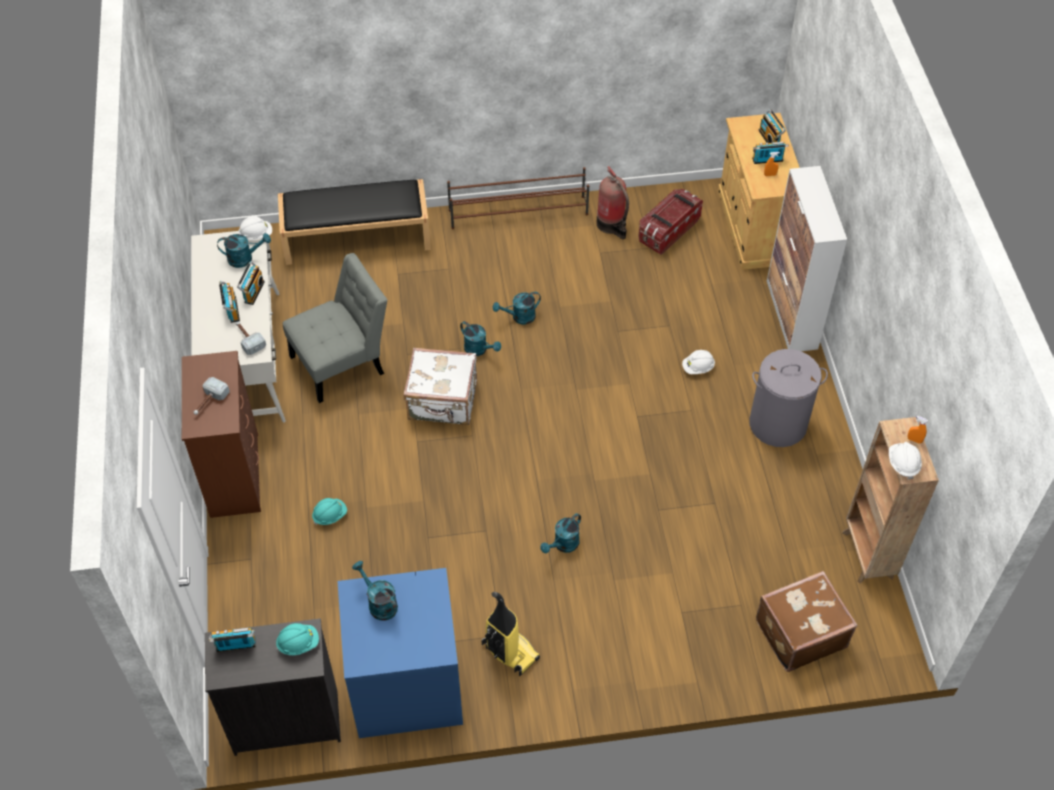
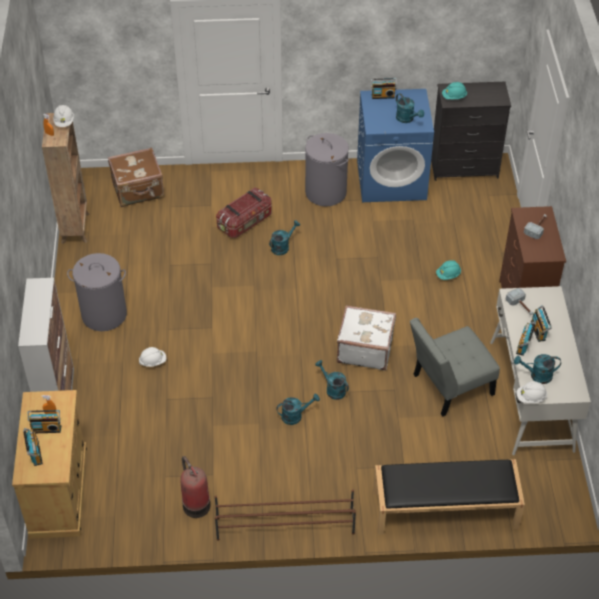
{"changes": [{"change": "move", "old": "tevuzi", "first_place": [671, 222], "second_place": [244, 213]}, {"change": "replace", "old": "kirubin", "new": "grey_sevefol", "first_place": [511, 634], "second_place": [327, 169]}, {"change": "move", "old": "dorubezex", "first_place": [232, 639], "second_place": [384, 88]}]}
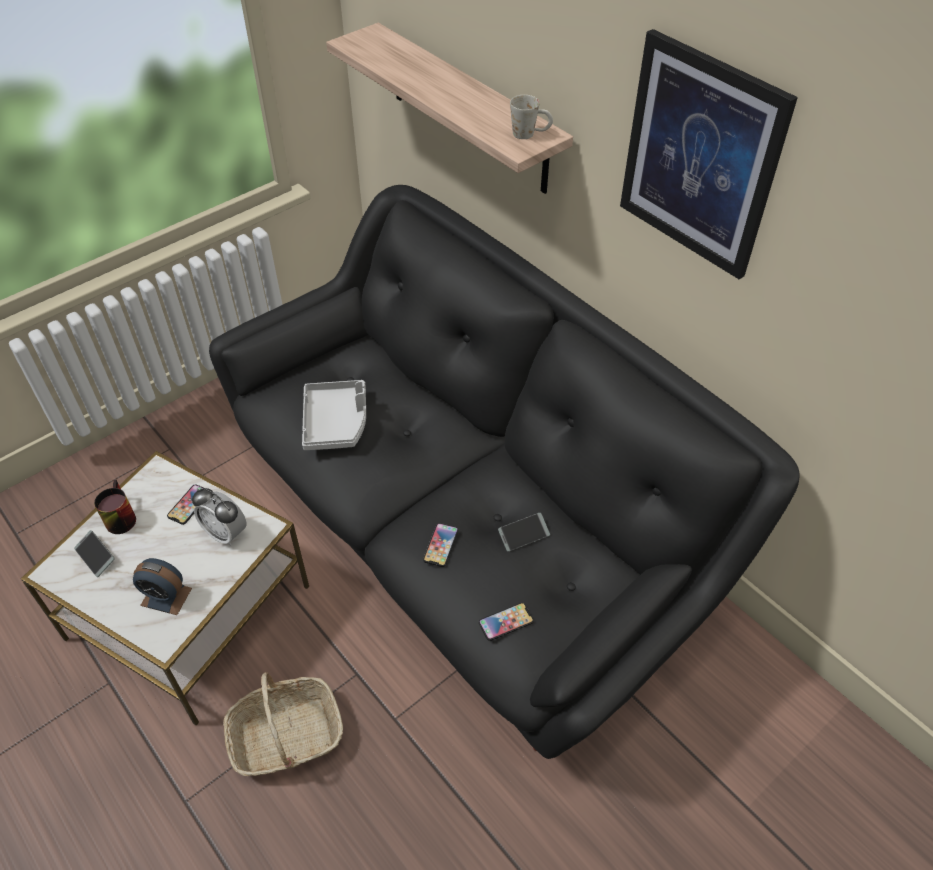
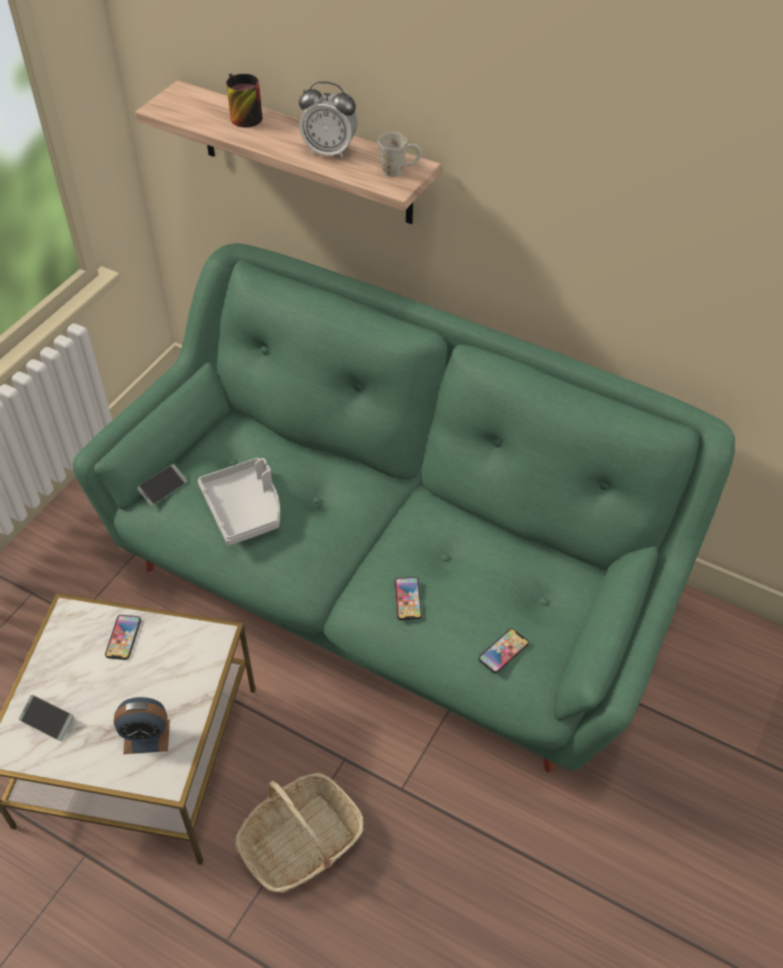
{"changes": [{"change": "delete", "old": "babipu", "first_place": [709, 154]}, {"change": "recolor", "old": "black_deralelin", "new": "green_deralelin", "first_place": [504, 472], "second_place": [404, 507]}, {"change": "move", "old": "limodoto", "first_place": [115, 507], "second_place": [244, 100]}, {"change": "move", "old": "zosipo", "first_place": [219, 517], "second_place": [328, 120]}, {"change": "move", "old": "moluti", "first_place": [524, 532], "second_place": [162, 485]}]}
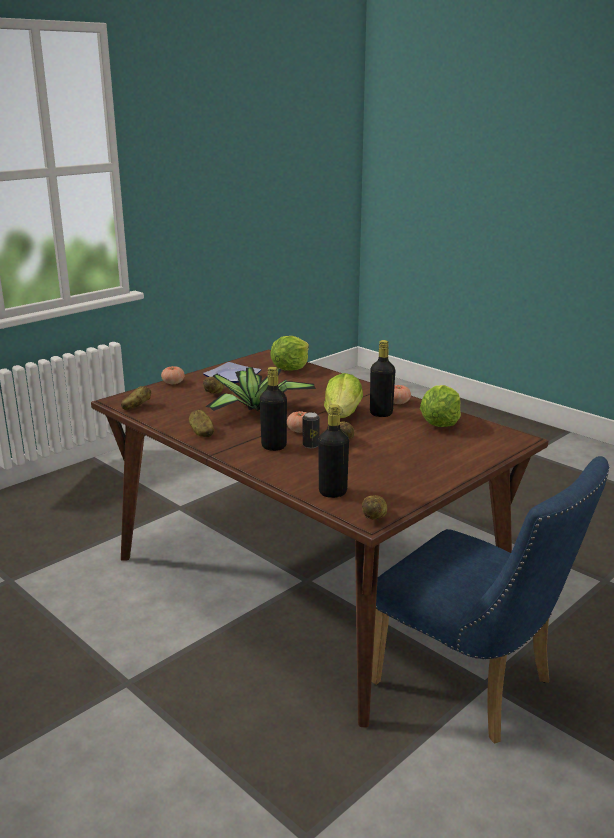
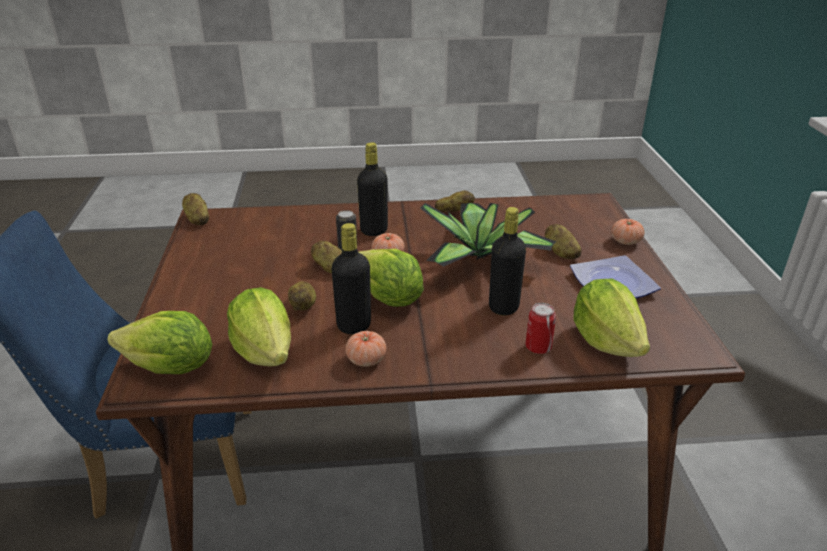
{"changes": [{"change": "move", "old": "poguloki", "first_place": [136, 398], "second_place": [302, 296]}, {"change": "move", "old": "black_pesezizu", "first_place": [333, 451], "second_place": [507, 261]}, {"change": "insert", "new": "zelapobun", "second_place": [541, 328]}, {"change": "insert", "new": "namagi", "second_place": [159, 342]}]}
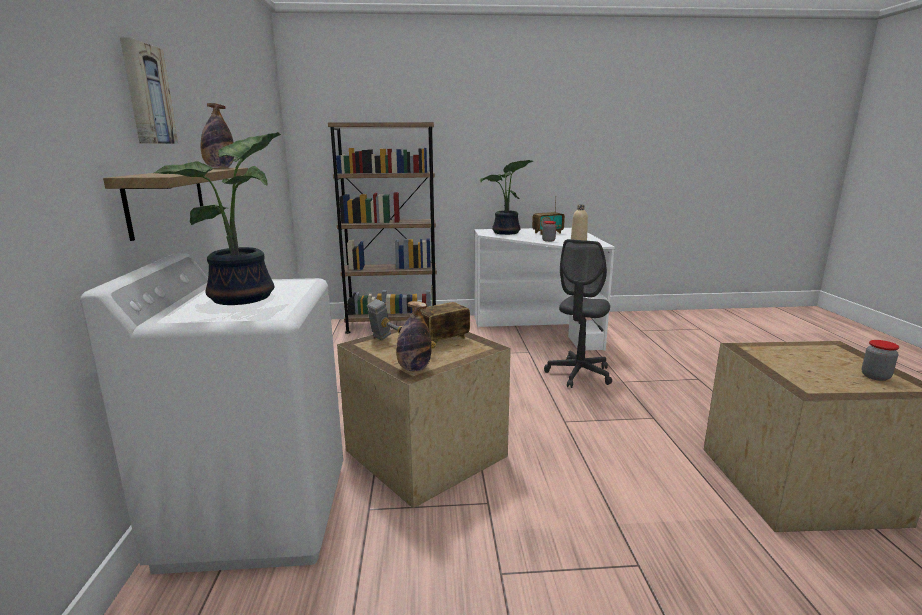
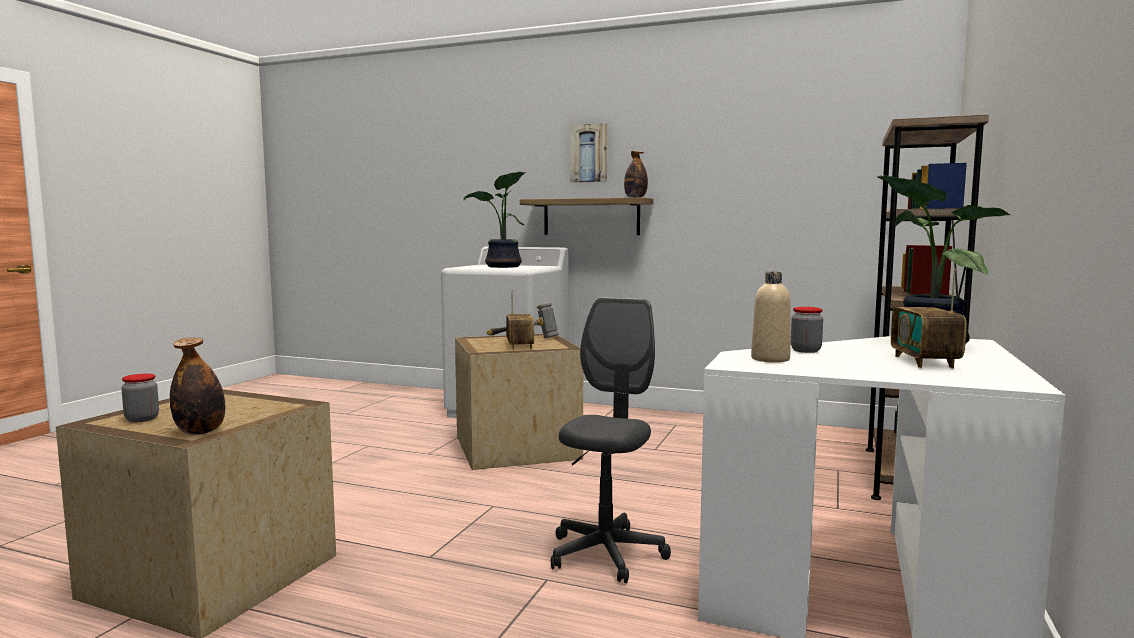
{"changes": [{"change": "rotate", "old": "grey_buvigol", "first_place": [578, 313], "second_place": [611, 440], "degrees": 60}, {"change": "move", "old": "pesezizu", "first_place": [414, 336], "second_place": [197, 386]}]}
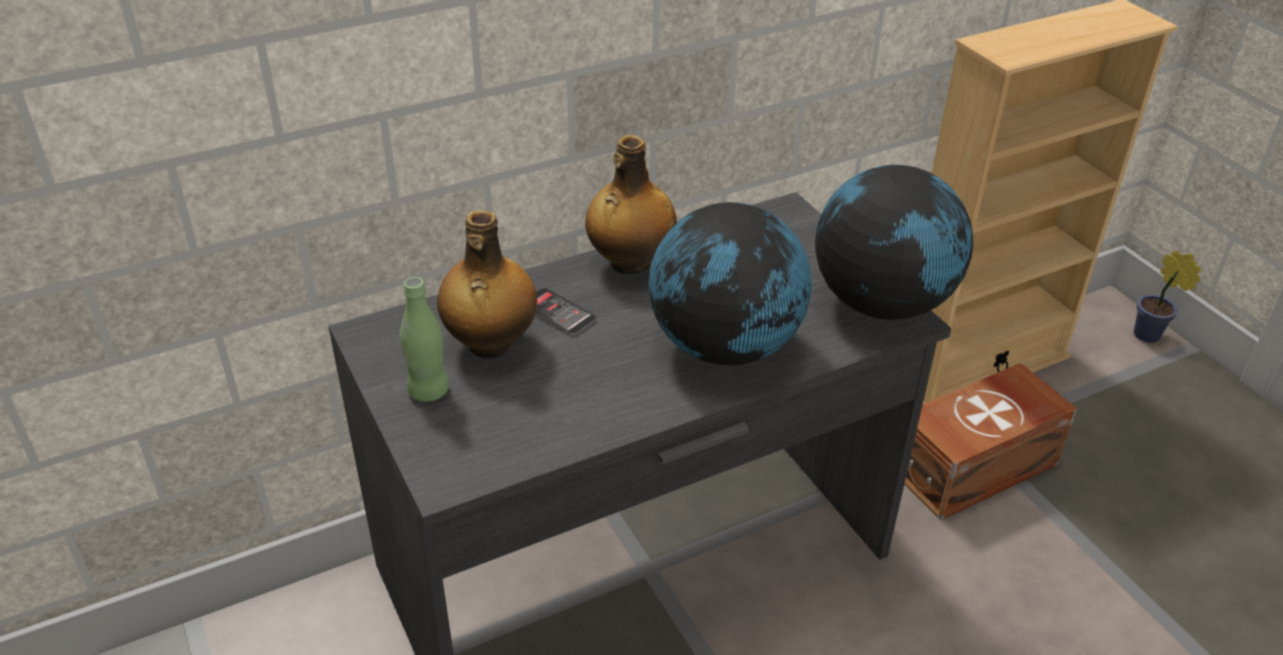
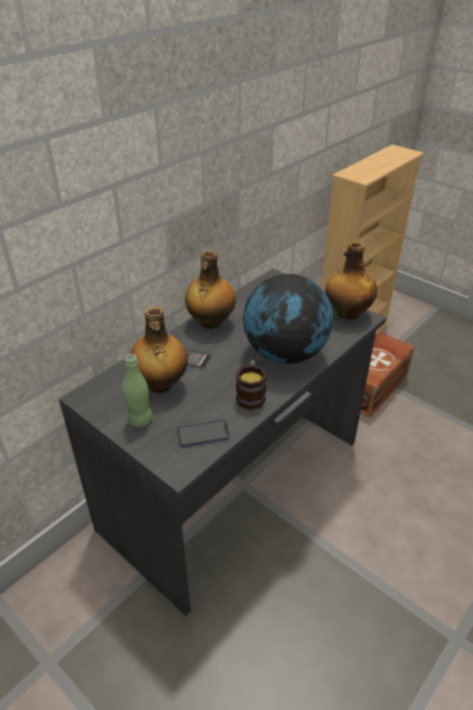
{"changes": [{"change": "replace", "old": "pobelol", "new": "pesezizu", "first_place": [894, 242], "second_place": [351, 280]}, {"change": "delete", "old": "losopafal", "first_place": [1168, 297]}, {"change": "insert", "new": "limodoto", "second_place": [251, 385]}, {"change": "insert", "new": "moluti", "second_place": [203, 433]}]}
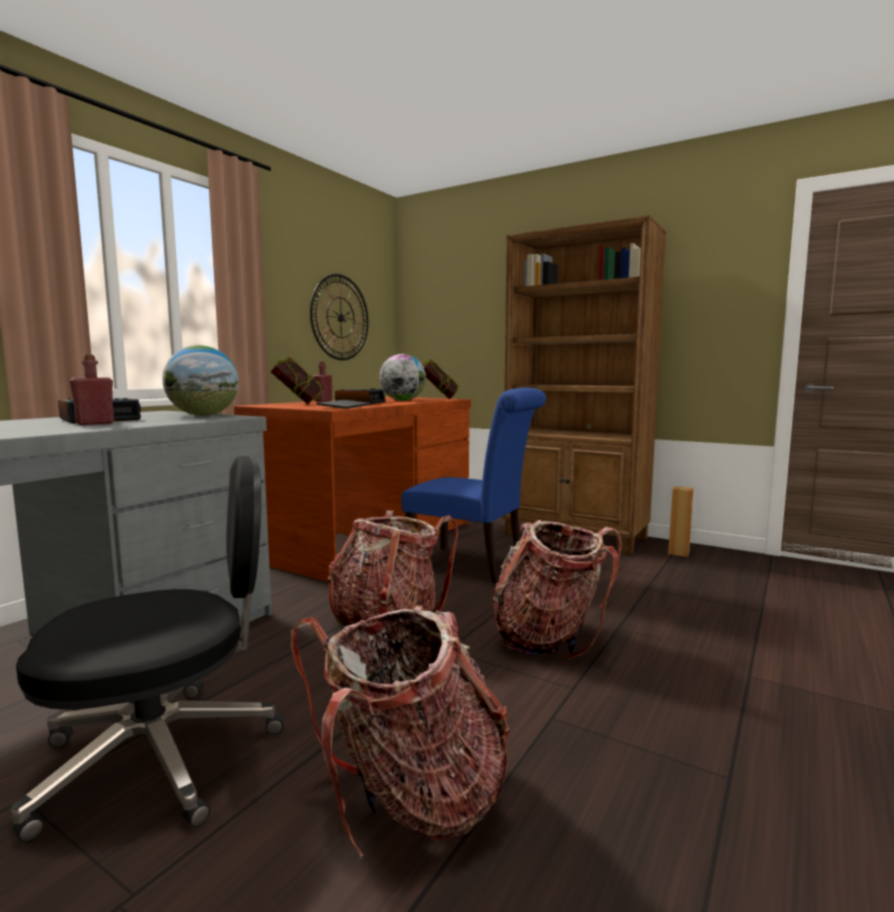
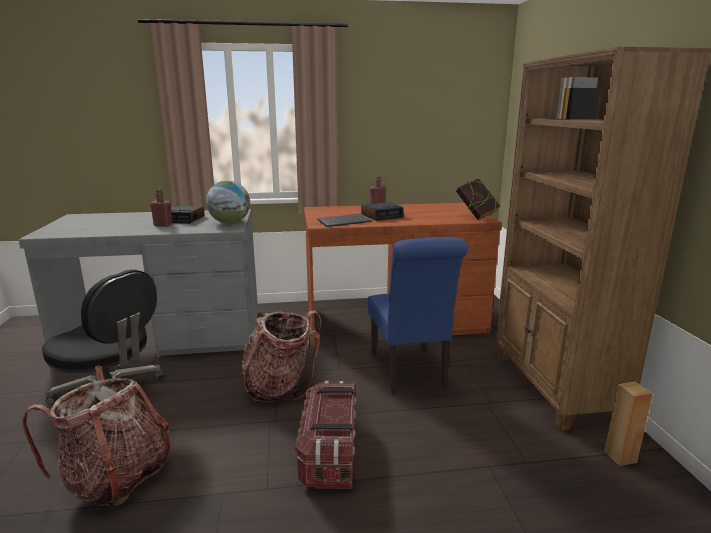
{"changes": [{"change": "delete", "old": "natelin", "first_place": [339, 317]}, {"change": "delete", "old": "pobelol", "first_place": [402, 377]}, {"change": "delete", "old": "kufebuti", "first_place": [297, 380]}, {"change": "replace", "old": "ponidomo", "new": "tevuzi", "first_place": [557, 589], "second_place": [325, 435]}]}
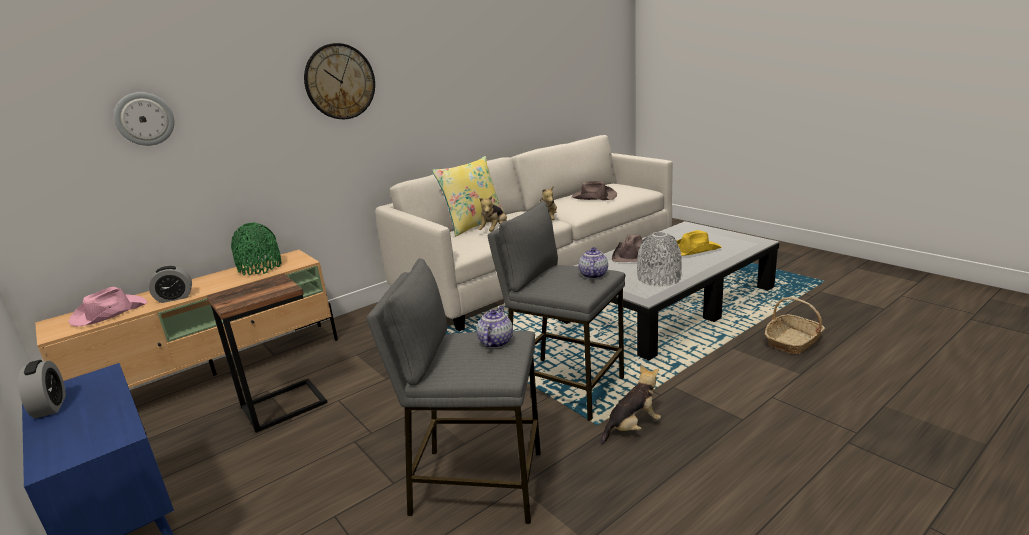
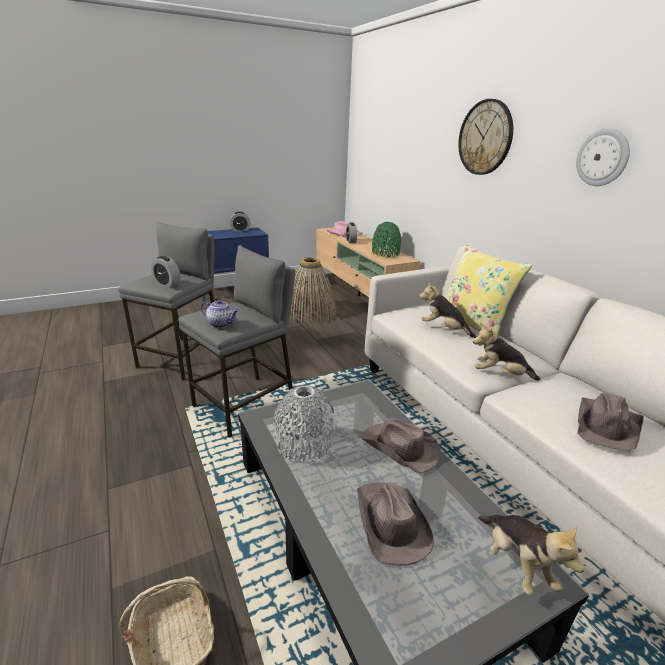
{"changes": [{"change": "move", "old": "natelin", "first_place": [144, 119], "second_place": [603, 157]}, {"change": "recolor", "old": "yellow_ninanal", "new": "brown_ninanal", "first_place": [699, 243], "second_place": [395, 524]}, {"change": "replace", "old": "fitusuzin", "new": "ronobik", "first_place": [267, 353], "second_place": [313, 290]}, {"change": "replace", "old": "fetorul", "new": "zosipo", "first_place": [494, 327], "second_place": [166, 272]}, {"change": "move", "old": "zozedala", "first_place": [631, 405], "second_place": [531, 555]}]}
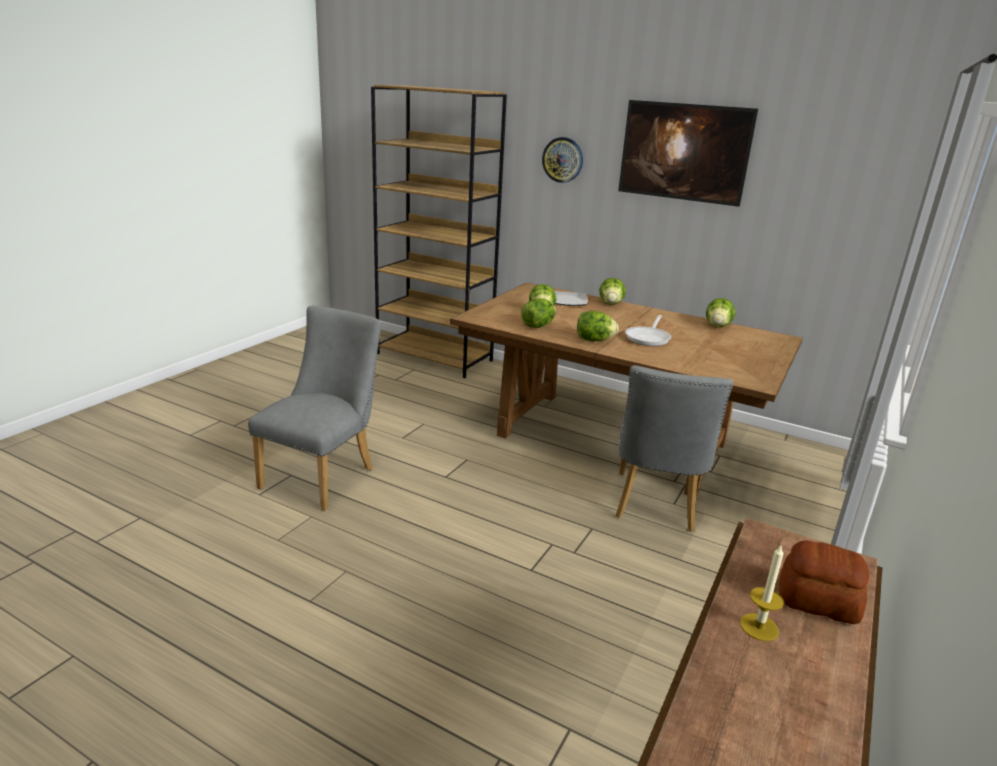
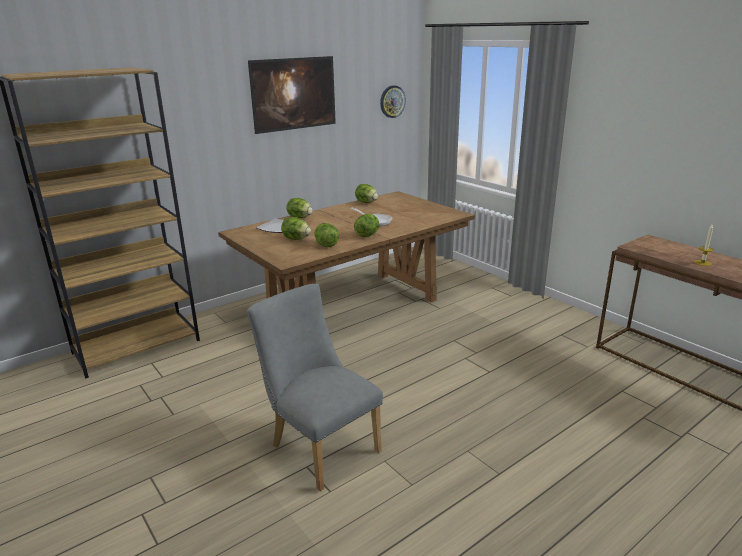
{"changes": [{"change": "move", "old": "natelin", "first_place": [562, 160], "second_place": [393, 101]}, {"change": "delete", "old": "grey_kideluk", "first_place": [674, 448]}, {"change": "delete", "old": "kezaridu", "first_place": [824, 582]}]}
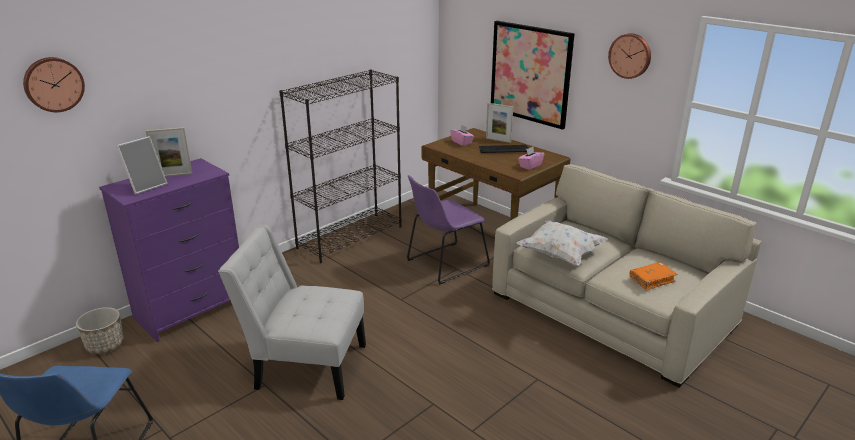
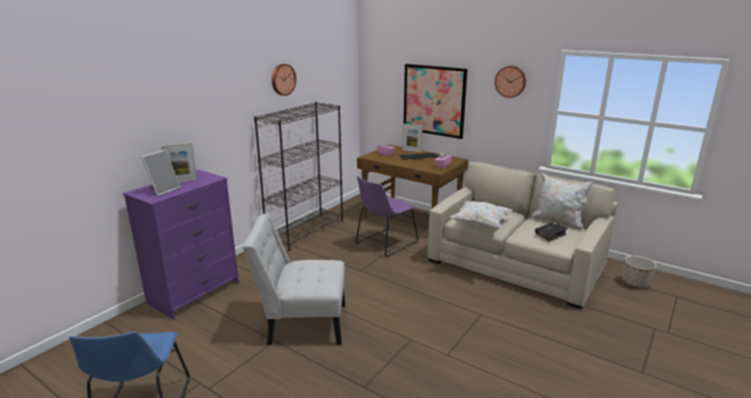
{"changes": [{"change": "move", "old": "natelin", "first_place": [54, 84], "second_place": [284, 80]}, {"change": "recolor", "old": "orange_kufebuti", "new": "black_kufebuti", "first_place": [653, 276], "second_place": [551, 232]}, {"change": "move", "old": "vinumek", "first_place": [100, 330], "second_place": [639, 271]}, {"change": "insert", "new": "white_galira", "second_place": [562, 202]}]}
